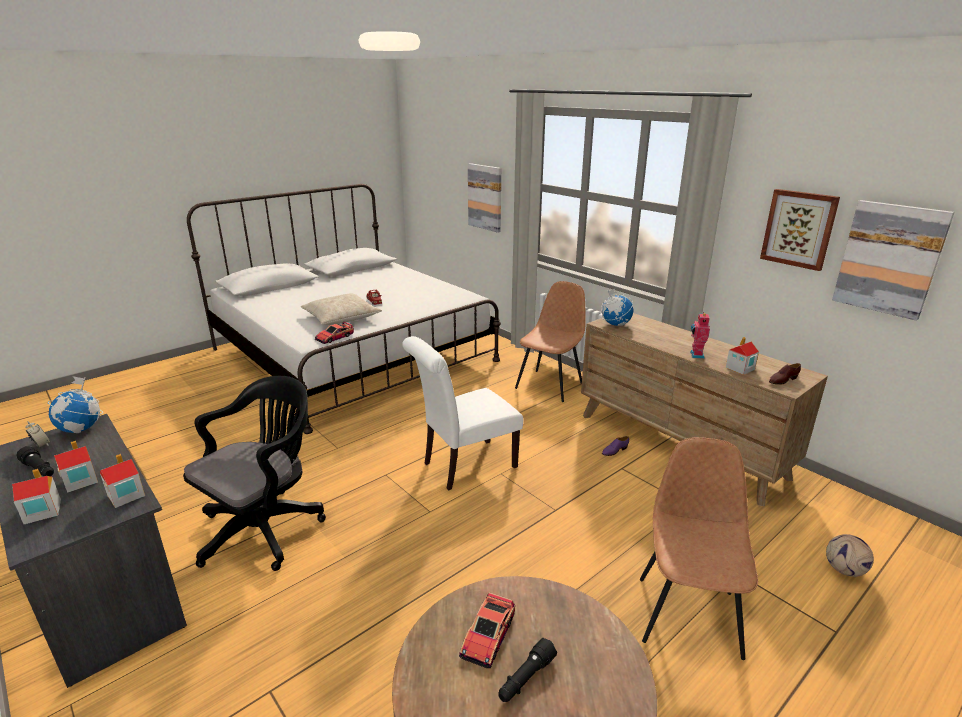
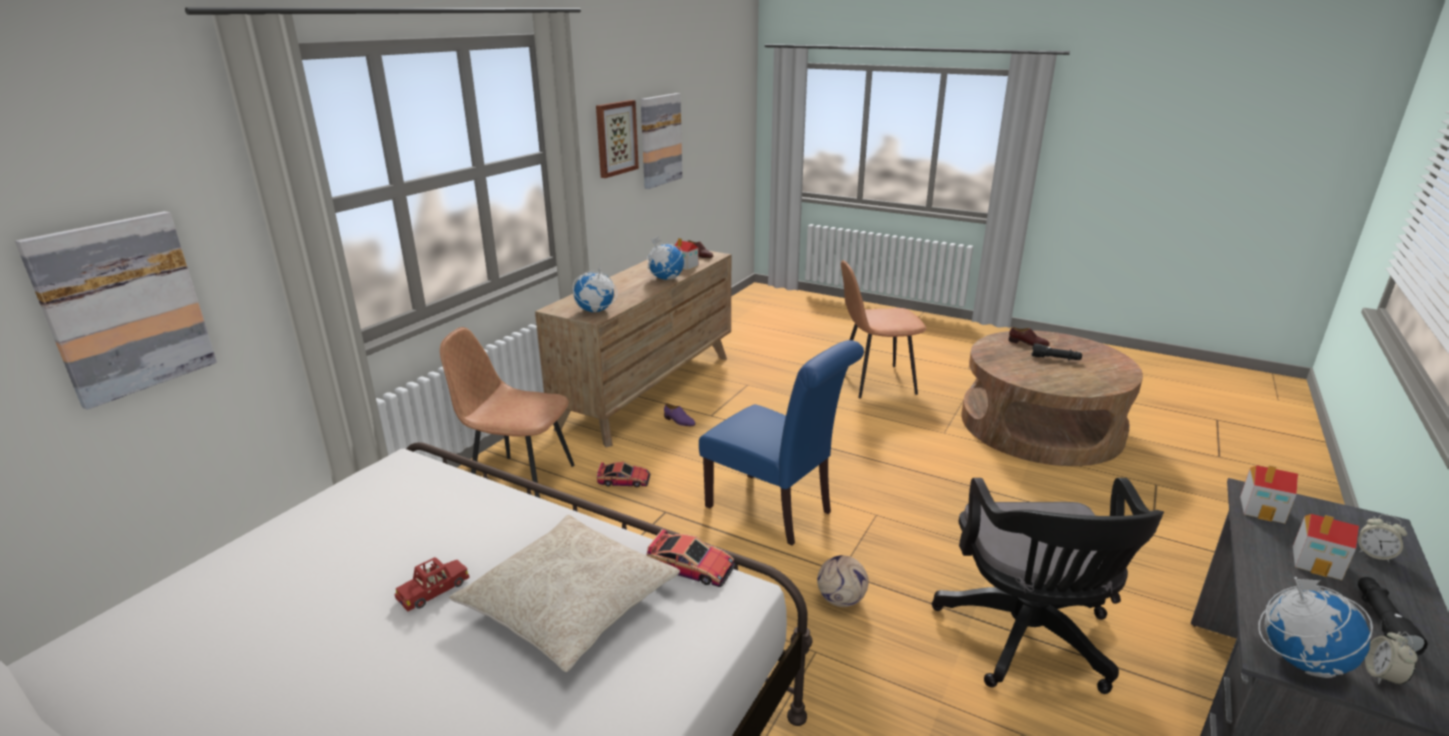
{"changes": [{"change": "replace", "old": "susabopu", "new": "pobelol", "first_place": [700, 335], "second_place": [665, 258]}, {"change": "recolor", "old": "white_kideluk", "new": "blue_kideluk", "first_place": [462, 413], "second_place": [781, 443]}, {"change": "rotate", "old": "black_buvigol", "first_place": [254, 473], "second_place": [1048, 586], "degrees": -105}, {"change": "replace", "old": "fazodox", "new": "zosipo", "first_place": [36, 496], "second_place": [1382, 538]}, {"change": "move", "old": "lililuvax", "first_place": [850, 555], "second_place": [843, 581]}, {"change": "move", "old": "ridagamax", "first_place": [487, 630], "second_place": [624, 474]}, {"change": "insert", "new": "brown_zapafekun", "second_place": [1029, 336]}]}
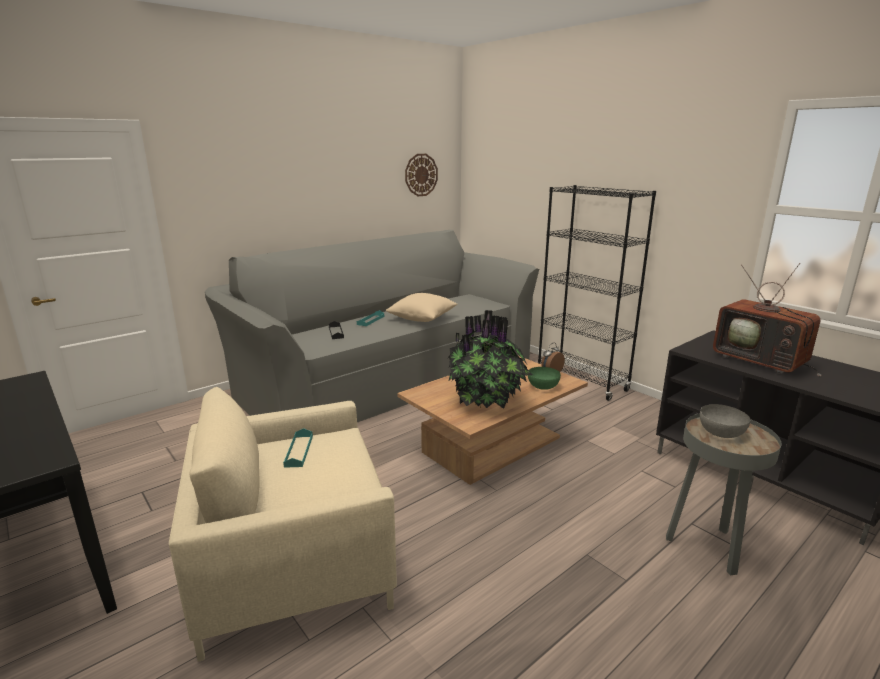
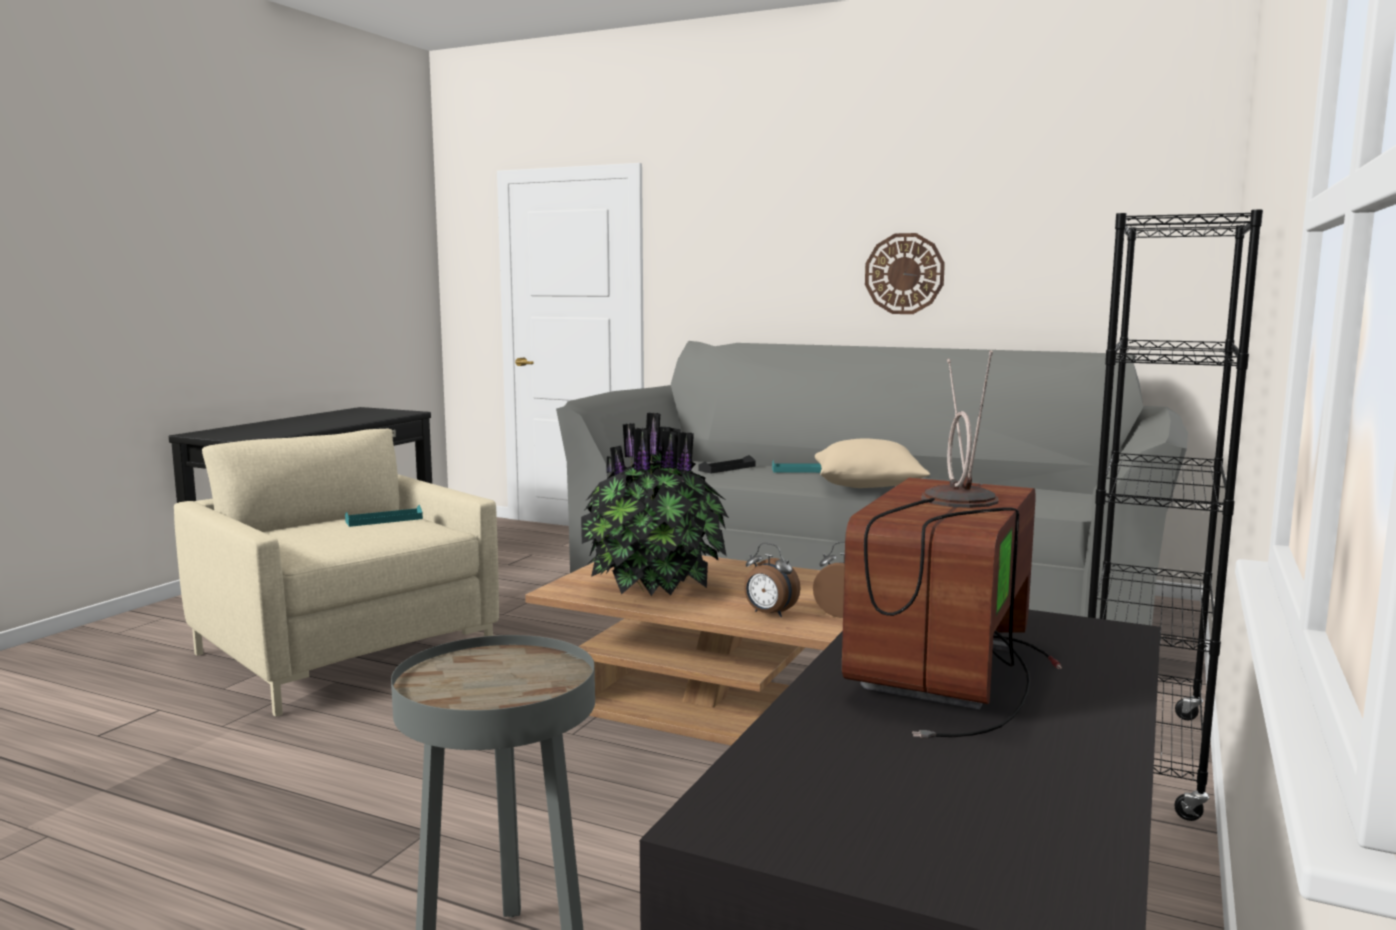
{"changes": [{"change": "move", "old": "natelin", "first_place": [421, 175], "second_place": [905, 273]}, {"change": "replace", "old": "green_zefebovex", "new": "zosipo", "first_place": [544, 378], "second_place": [772, 580]}, {"change": "delete", "old": "grey_zefebovex", "first_place": [725, 421]}]}
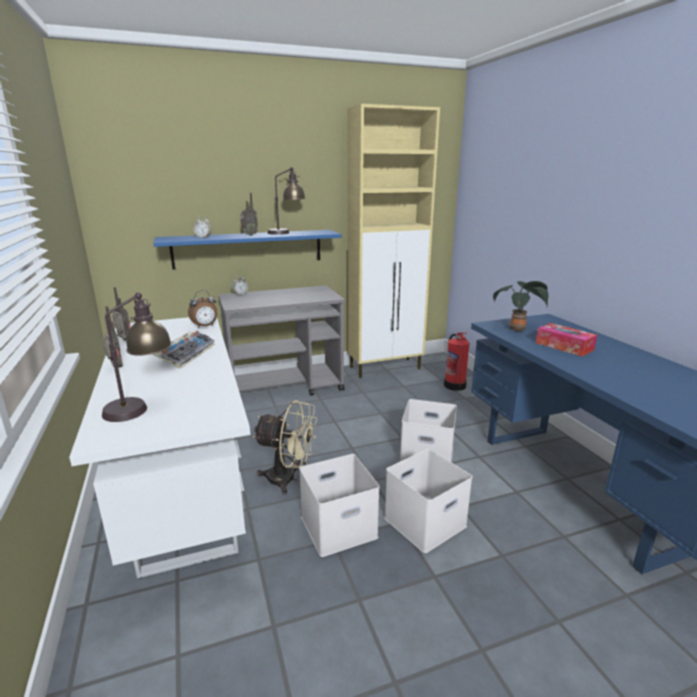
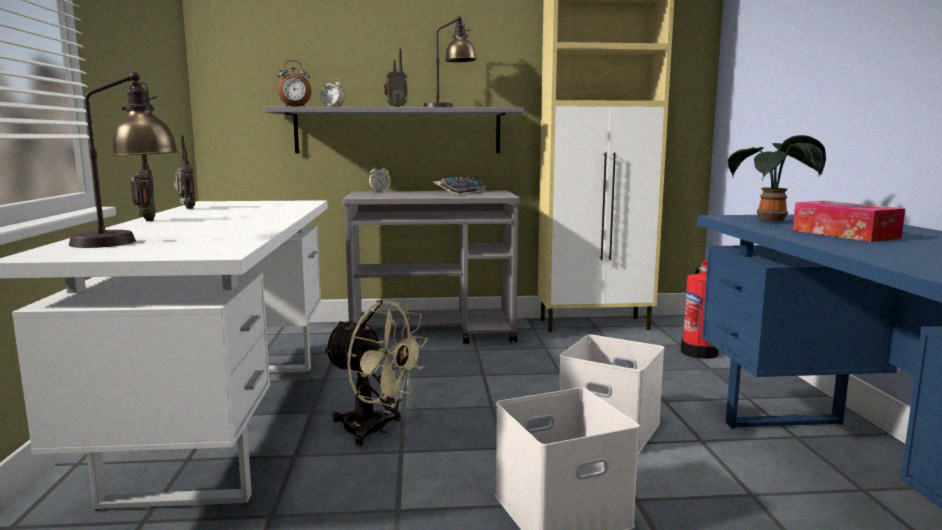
{"changes": [{"change": "recolor", "old": "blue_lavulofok", "new": "grey_lavulofok", "first_place": [247, 249], "second_place": [394, 130]}, {"change": "move", "old": "zosipo", "first_place": [202, 309], "second_place": [295, 83]}, {"change": "move", "old": "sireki", "first_place": [184, 349], "second_place": [459, 185]}, {"change": "delete", "old": "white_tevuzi", "first_place": [339, 505]}]}
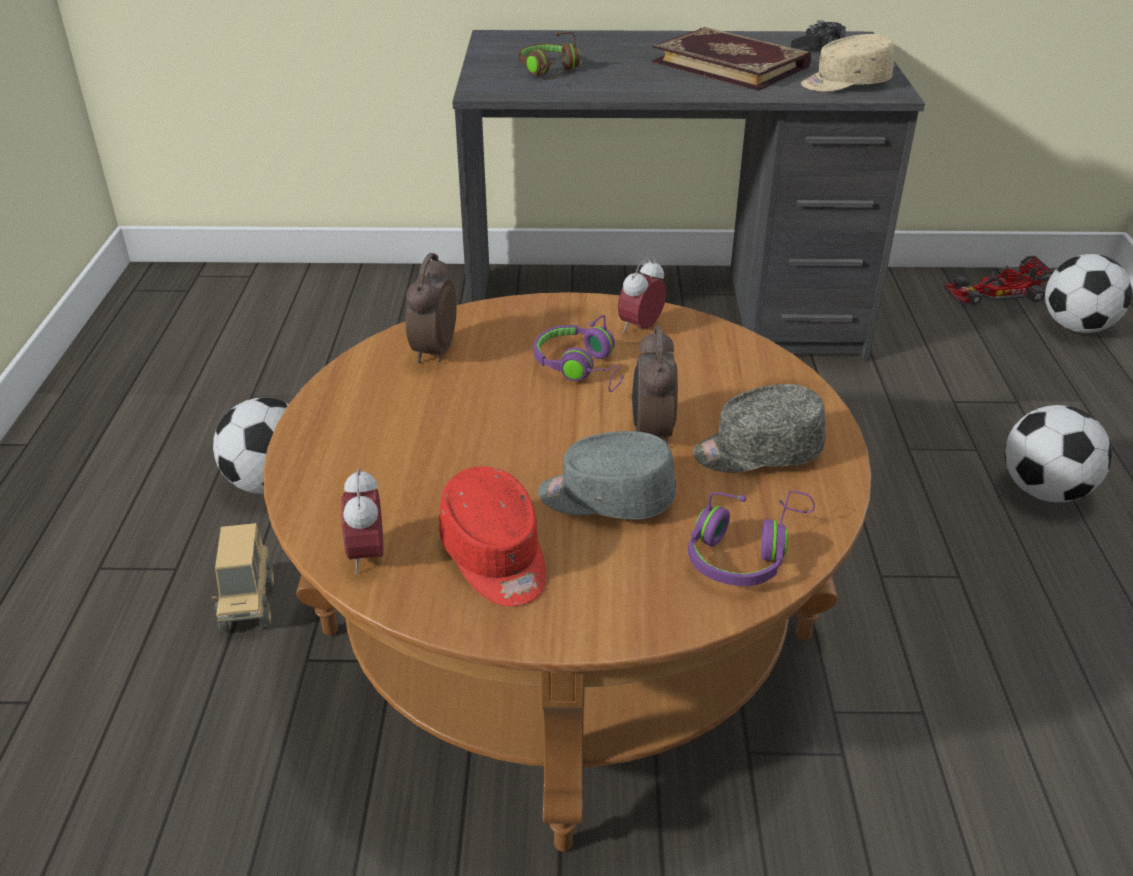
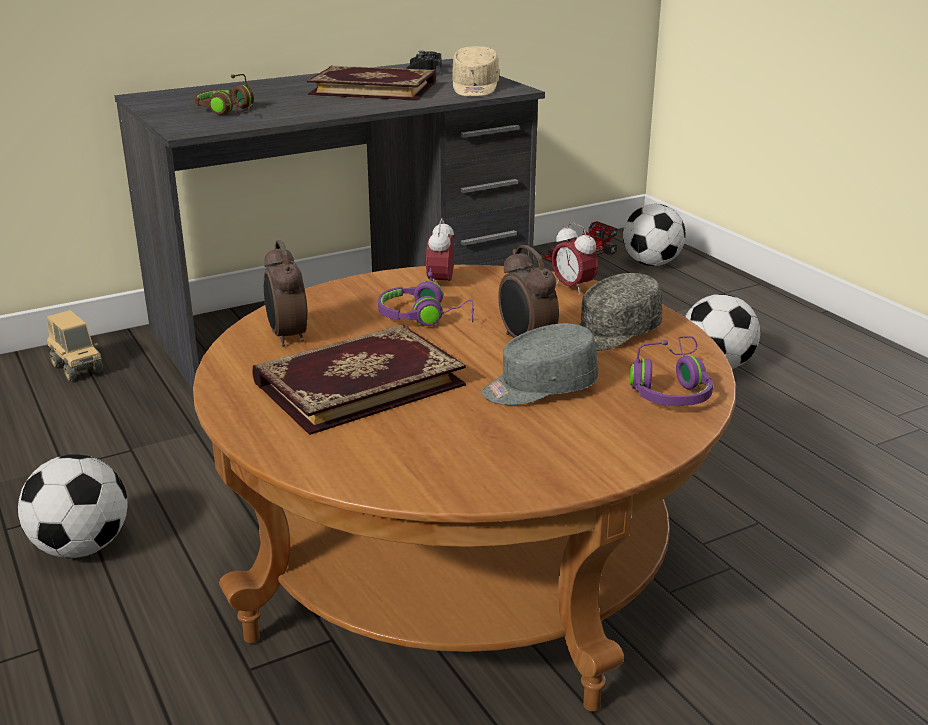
{"changes": [{"change": "rotate", "old": "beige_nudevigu", "first_place": [847, 63], "second_place": [475, 71], "degrees": -45}, {"change": "delete", "old": "red_nudevigu", "first_place": [492, 536]}, {"change": "move", "old": "zosipo", "first_place": [362, 521], "second_place": [575, 258]}, {"change": "move", "old": "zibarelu", "first_place": [242, 577], "second_place": [75, 345]}, {"change": "insert", "new": "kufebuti", "second_place": [359, 379]}]}
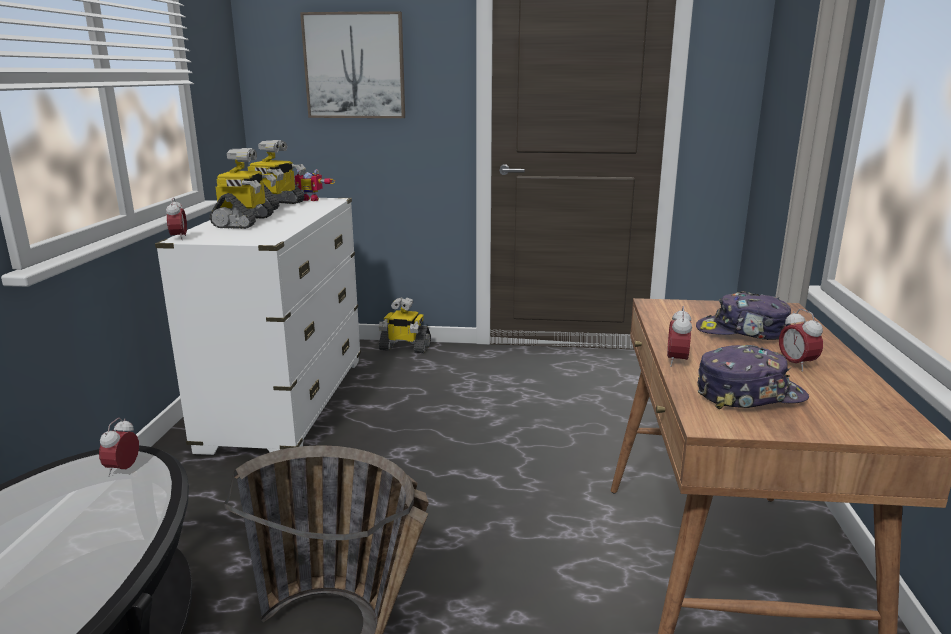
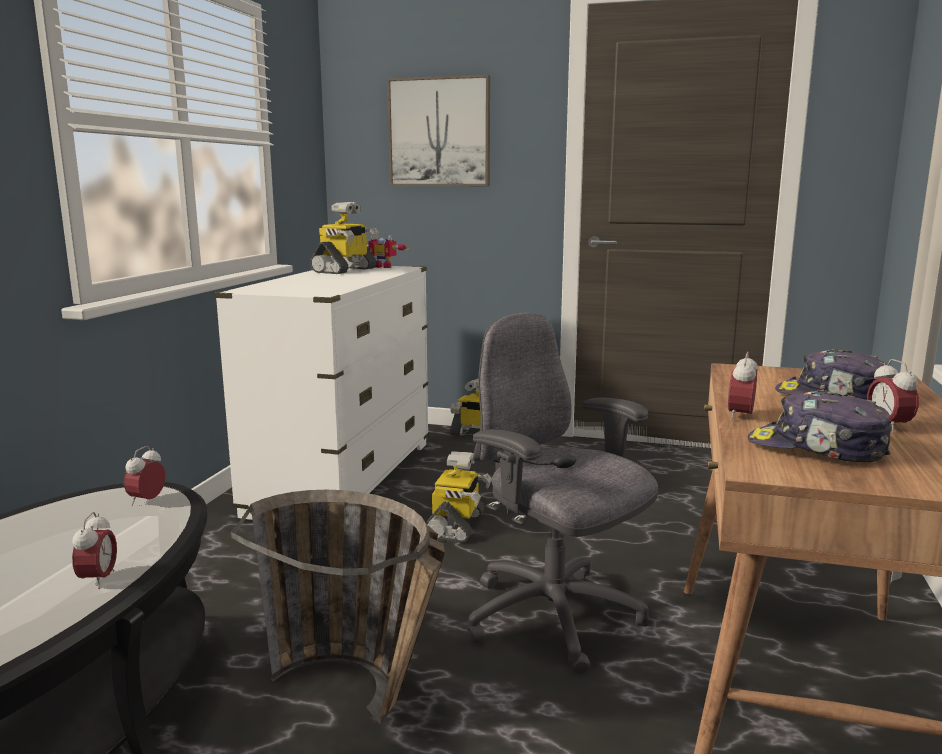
{"changes": [{"change": "move", "old": "susabopu", "first_place": [243, 188], "second_place": [459, 497]}, {"change": "move", "old": "zosipo", "first_place": [176, 219], "second_place": [94, 550]}, {"change": "rotate", "old": "nudevigu", "first_place": [753, 377], "second_place": [819, 426], "degrees": -150}, {"change": "insert", "new": "grey_buvigol", "second_place": [563, 493]}]}
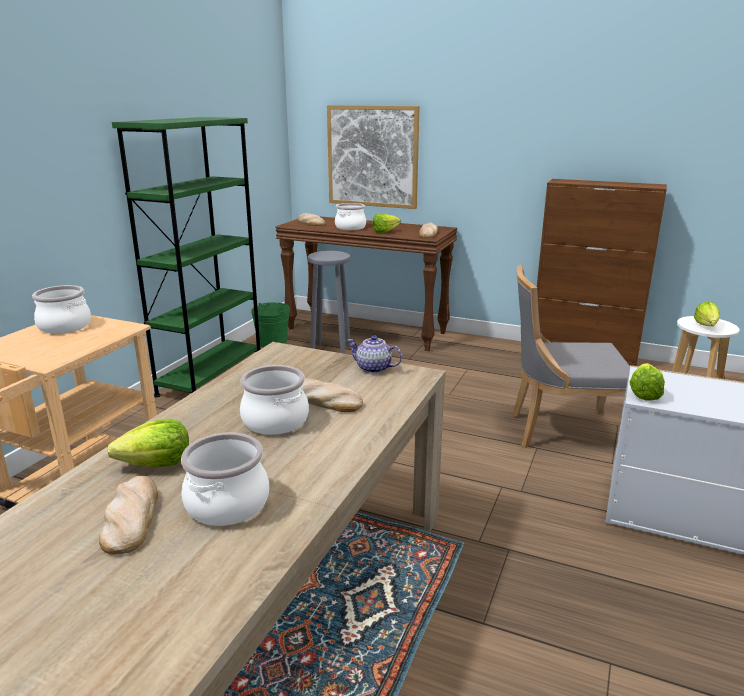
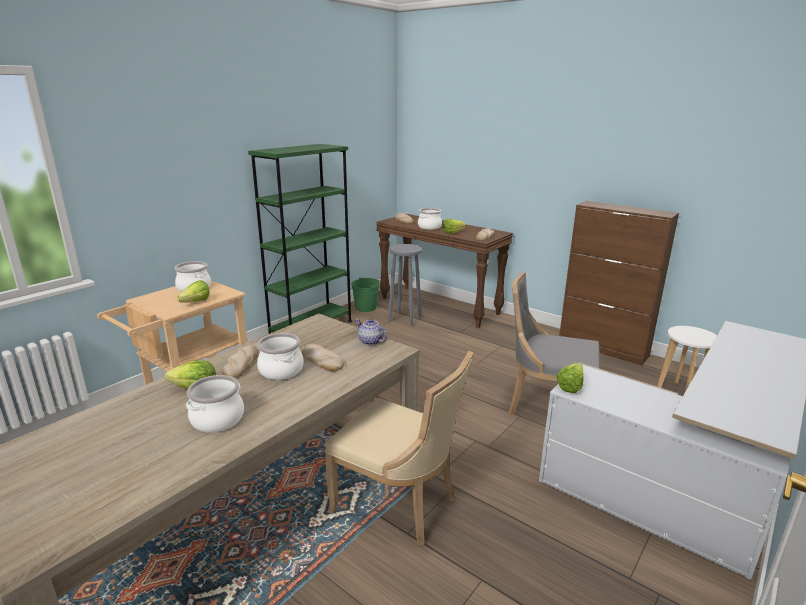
{"changes": [{"change": "delete", "old": "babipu", "first_place": [373, 157]}, {"change": "move", "old": "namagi", "first_place": [707, 313], "second_place": [193, 291]}, {"change": "move", "old": "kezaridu", "first_place": [128, 515], "second_place": [240, 361]}, {"change": "insert", "new": "beige_kideluk", "second_place": [399, 448]}]}
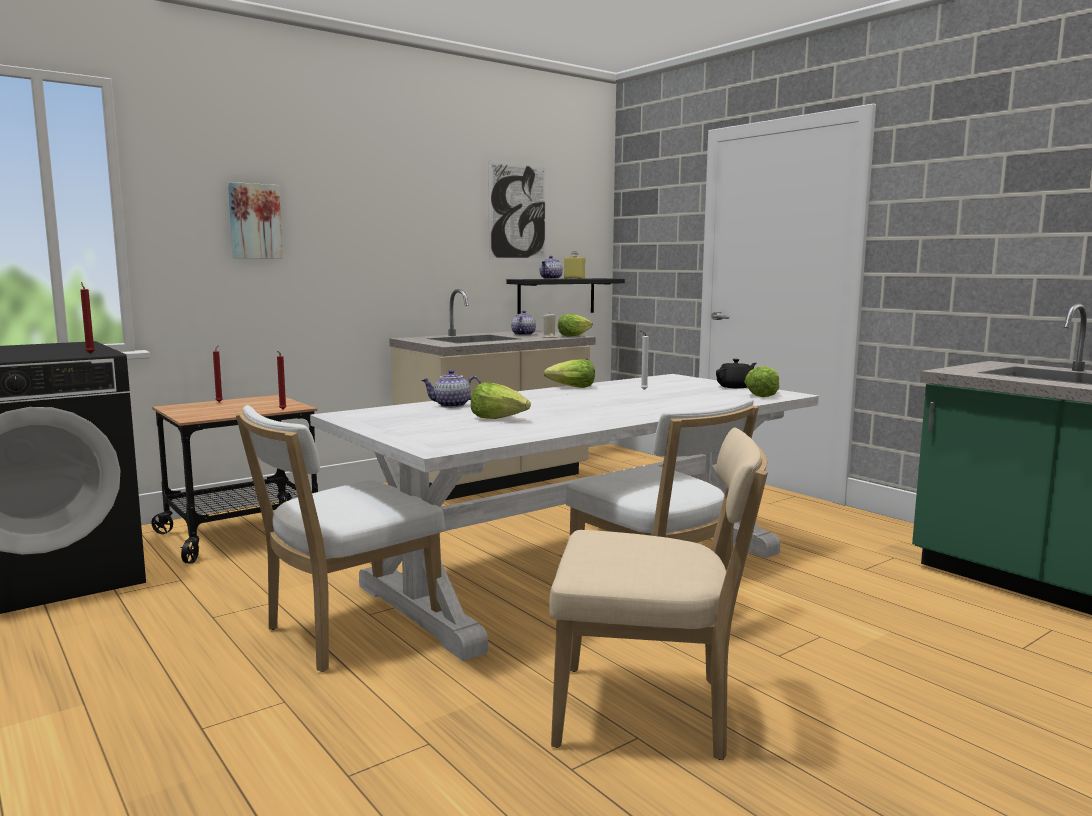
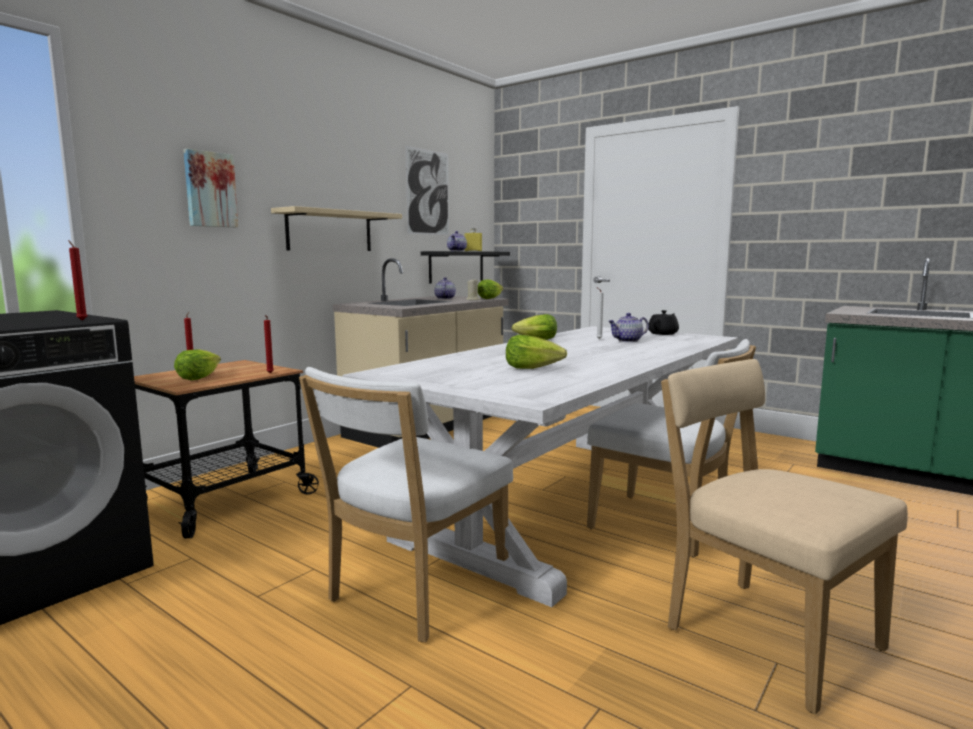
{"changes": [{"change": "move", "old": "namagi", "first_place": [762, 381], "second_place": [197, 365]}, {"change": "move", "old": "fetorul", "first_place": [451, 389], "second_place": [628, 327]}, {"change": "rotate", "old": "beige_kideluk", "first_place": [658, 594], "second_place": [784, 537], "degrees": -120}, {"change": "insert", "new": "beige_lavulofok", "second_place": [336, 228]}]}
